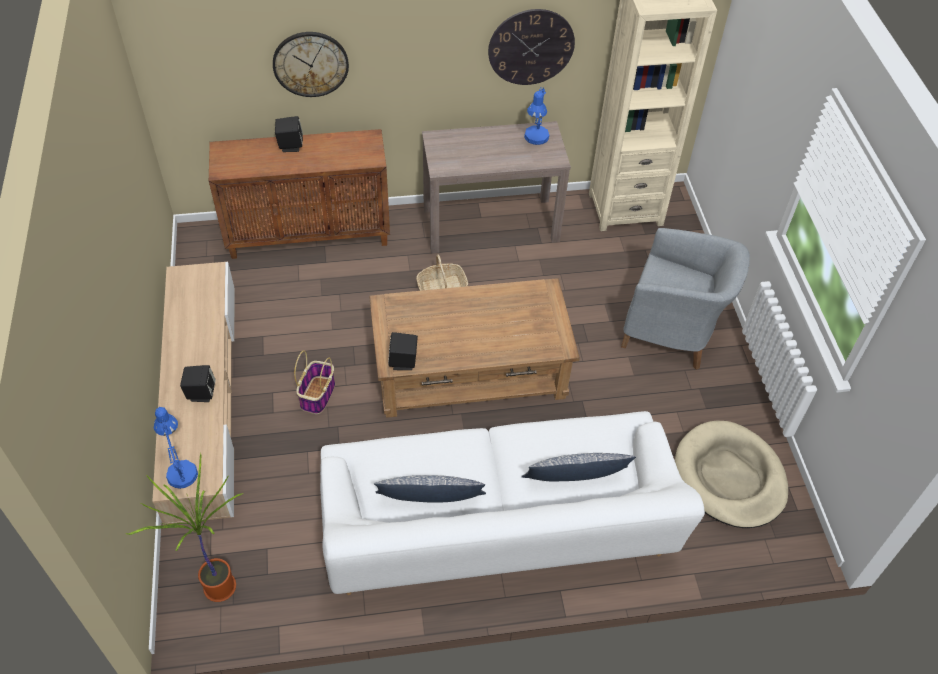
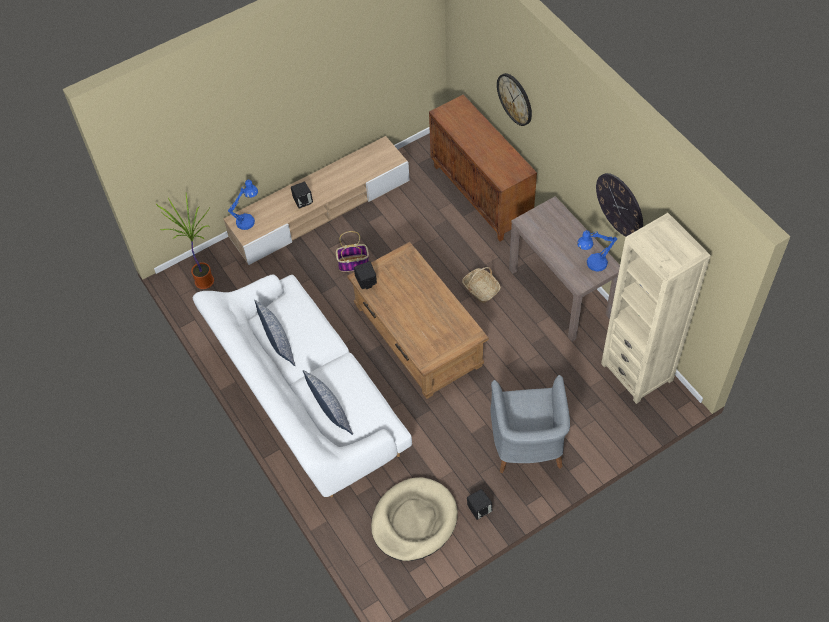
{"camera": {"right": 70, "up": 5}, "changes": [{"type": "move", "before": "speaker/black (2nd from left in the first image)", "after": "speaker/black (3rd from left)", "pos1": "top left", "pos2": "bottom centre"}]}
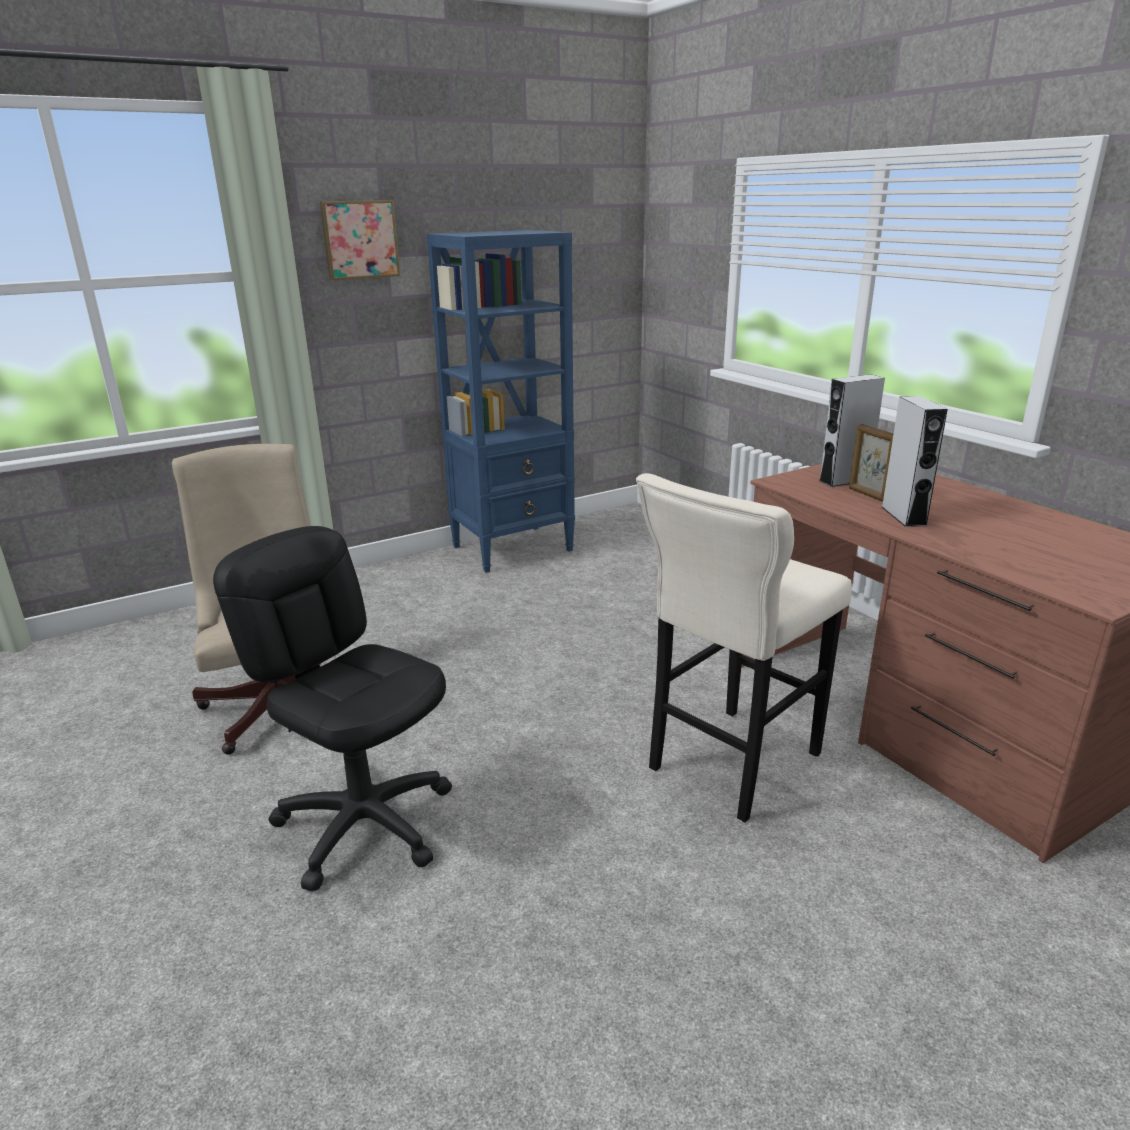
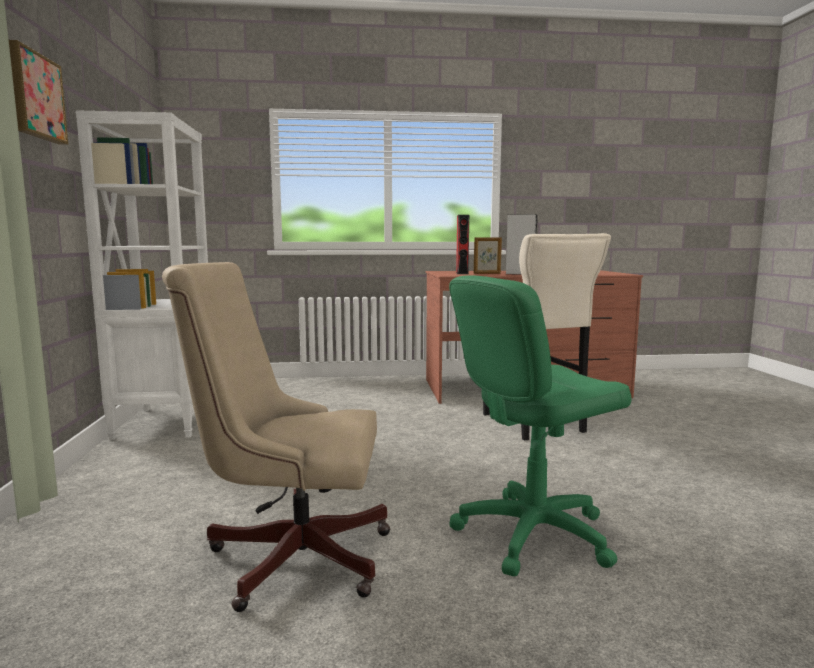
{"camera": {"right": -65, "up": -15}, "changes": [{"type": "recolor", "before": "bookcase/blue", "after": "bookcase/white", "pos1": "centre", "pos2": "middle left"}, {"type": "recolor", "before": "office chair/black", "after": "office chair/green", "pos1": "middle left", "pos2": "centre"}, {"type": "recolor", "before": "speaker/grey (1st from left)", "after": "speaker/red", "pos1": "middle right", "pos2": "centre"}]}
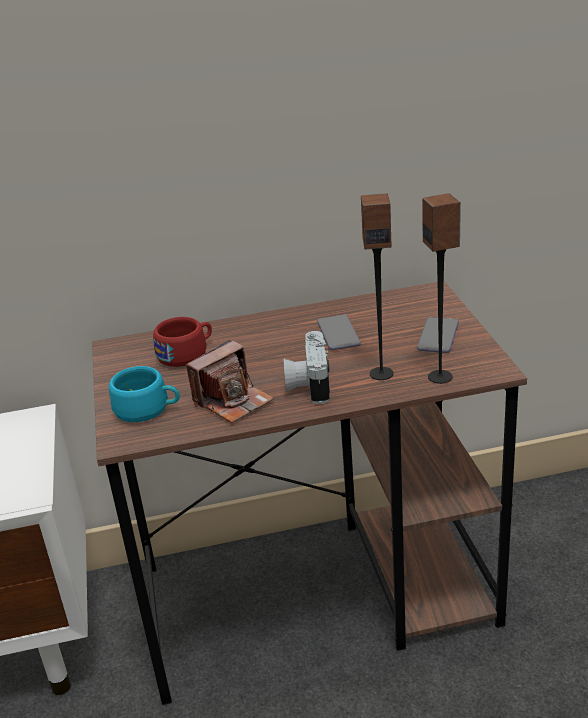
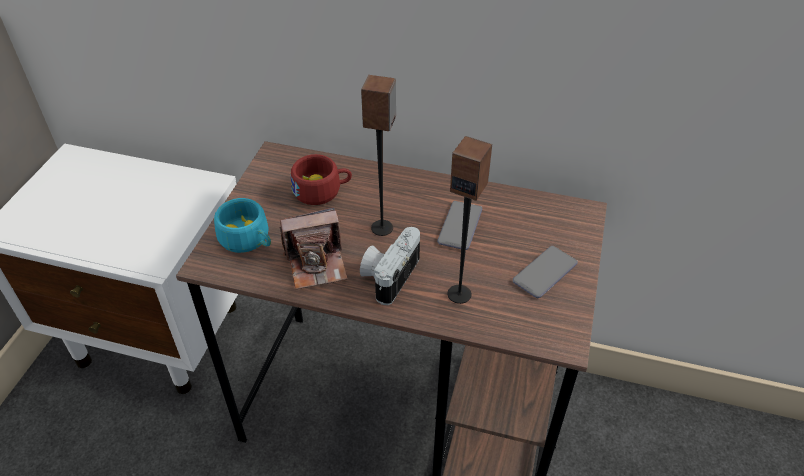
{"camera": {"right": 25, "up": 15}, "changes": [{"type": "move", "before": "speaker (2nd from left in the first image)", "after": "speaker (1st from left)", "pos1": "middle right", "pos2": "top centre"}]}
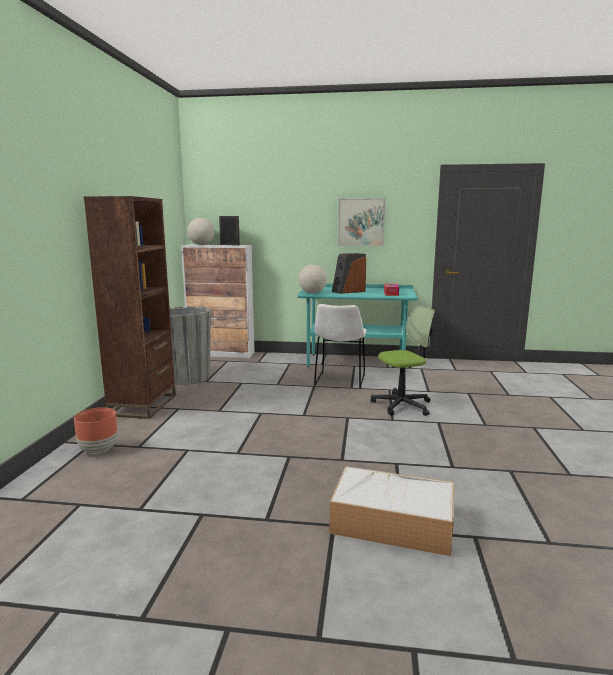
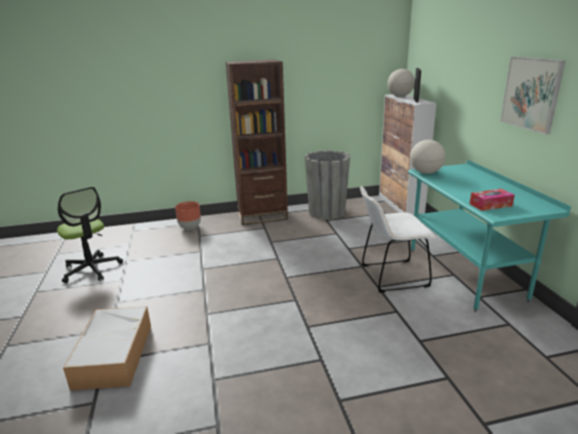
{"camera": {"right": 70, "up": 10}, "changes": [{"type": "move", "before": "office chair", "pos1": "centre", "pos2": "middle left"}, {"type": "delete", "before": "speaker", "pos1": "centre"}]}
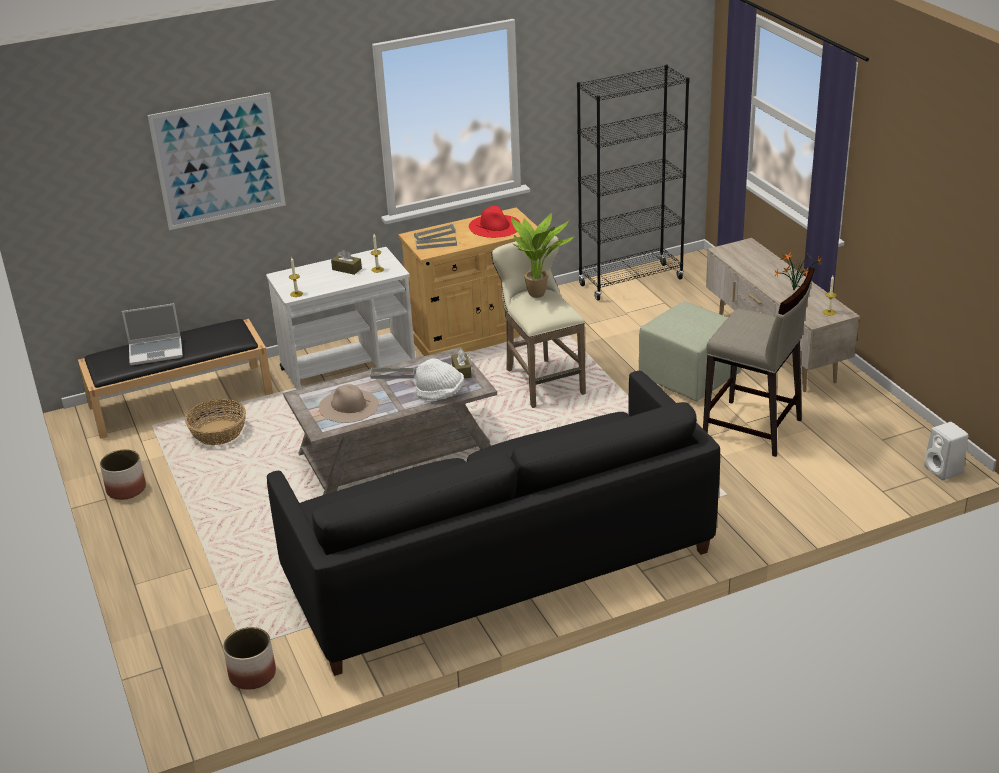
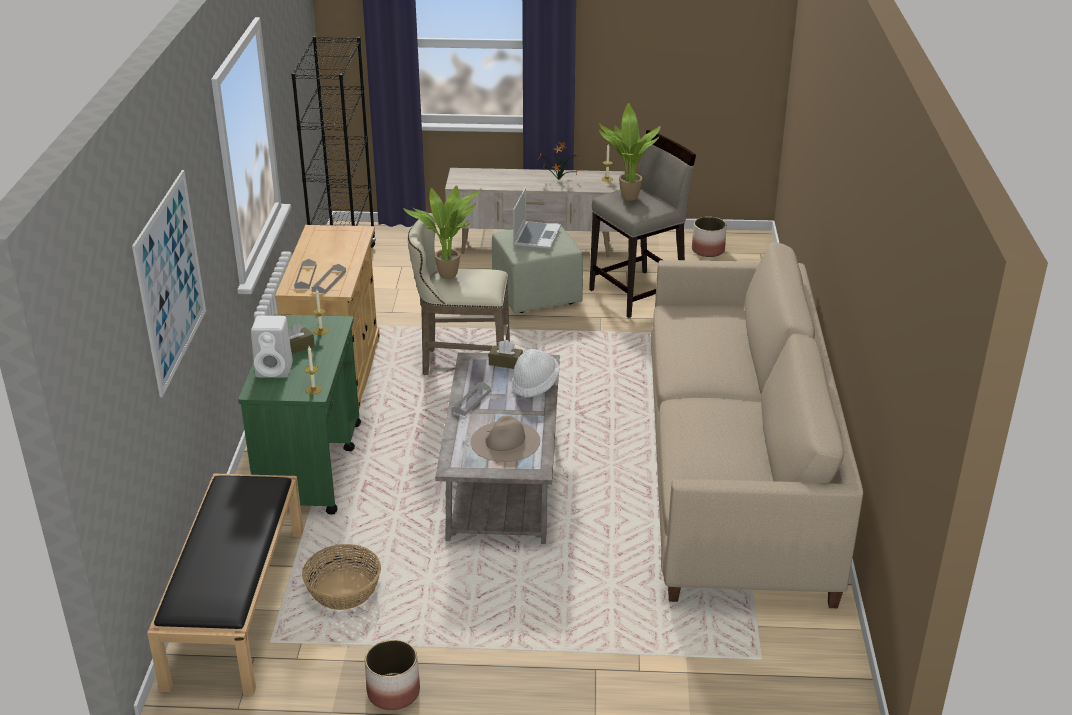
{"camera": {"right": -65, "up": 0}, "changes": [{"type": "recolor", "before": "cart/white", "after": "cart/green", "pos1": "centre", "pos2": "middle left"}, {"type": "move", "before": "speaker/white", "pos1": "middle right", "pos2": "middle left"}, {"type": "move", "before": "laptop", "pos1": "middle left", "pos2": "top centre"}, {"type": "insert", "after": "potted plant (3rd from left)", "pos2": "top centre"}, {"type": "recolor", "before": "sofa/black", "after": "sofa/beige", "pos1": "bottom centre", "pos2": "middle right"}, {"type": "move", "before": "planter (2nd from left)", "pos1": "bottom left", "pos2": "top centre"}, {"type": "delete", "before": "hat/red", "pos1": "top centre"}]}
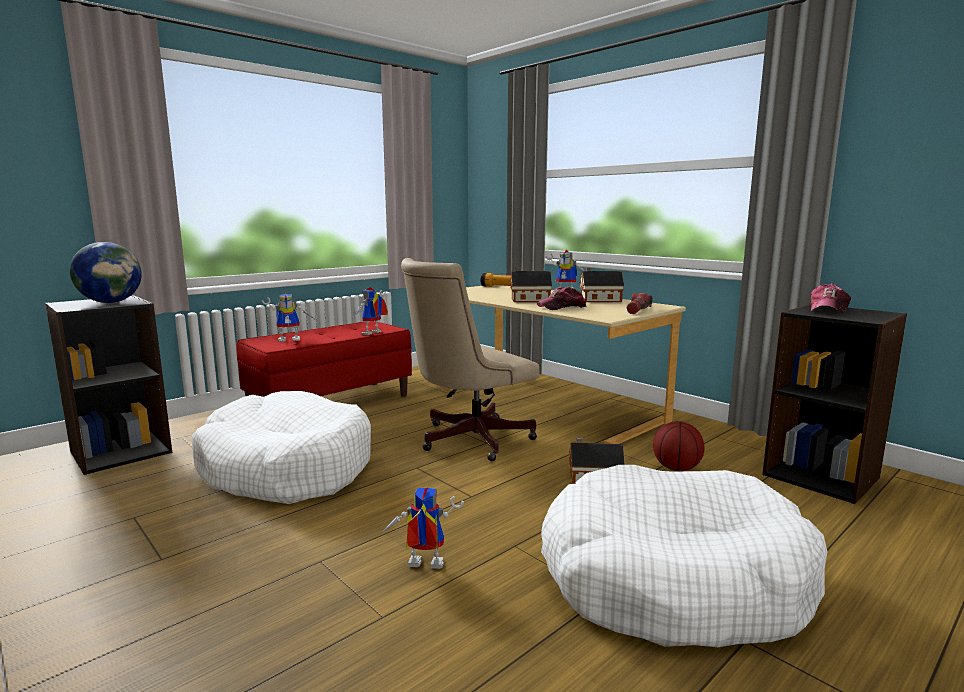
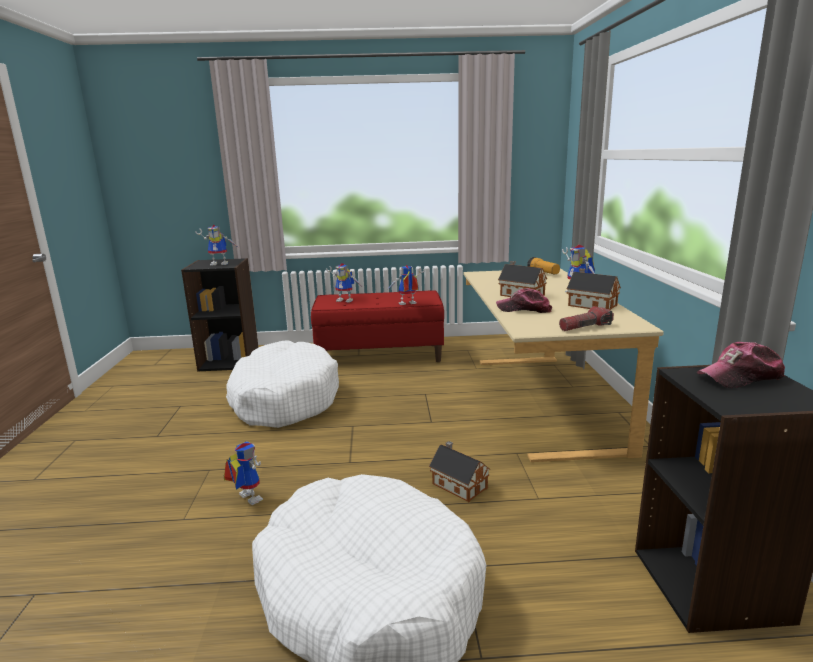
{"camera": {"right": 40, "up": 5}, "changes": [{"type": "replace", "before": "globe", "after": "toy robot (1st from left)", "pos1": "middle left", "pos2": "middle left"}, {"type": "delete", "before": "office chair/beige", "pos1": "centre"}, {"type": "delete", "before": "basketball", "pos1": "middle right"}]}
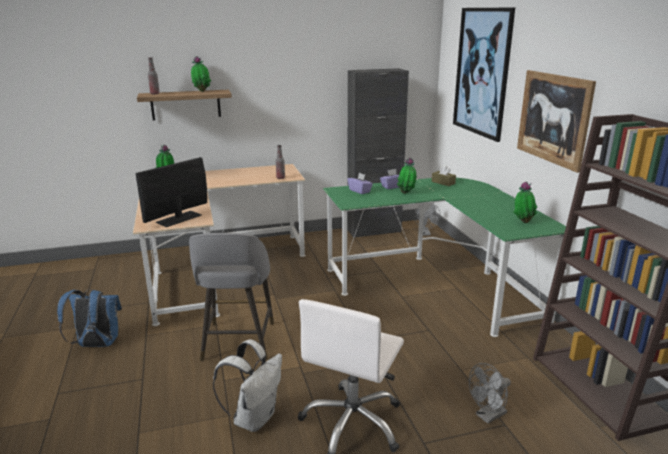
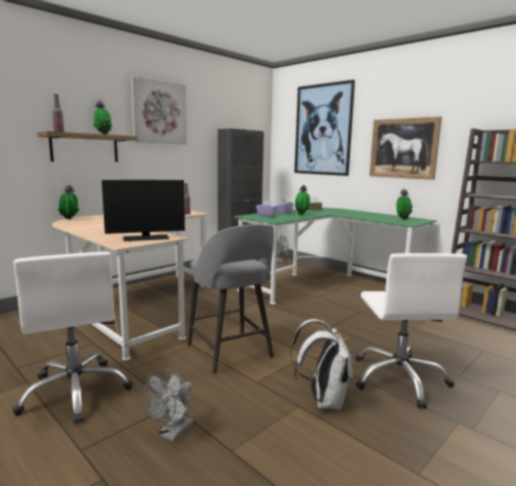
{"camera": {"right": -30, "up": -10}, "changes": [{"type": "replace", "before": "backpack/blue", "after": "office chair/white (1st from left)", "pos1": "bottom left", "pos2": "bottom left"}, {"type": "rotate", "before": "monitor", "pos1": "middle left", "pos2": "middle left", "turn": -120}, {"type": "insert", "after": "picture (1st from left)", "pos2": "top left"}, {"type": "move", "before": "fan/grey (2nd from left in the first image)", "after": "fan/grey (1st from left)", "pos1": "bottom right", "pos2": "bottom left"}]}
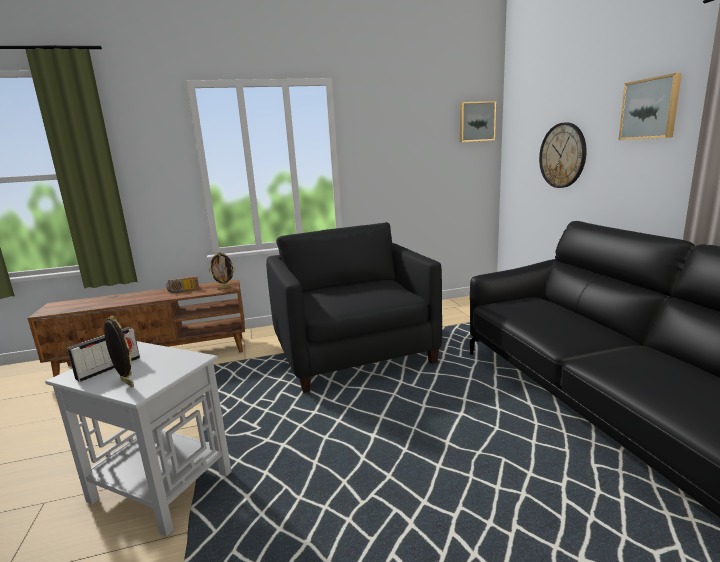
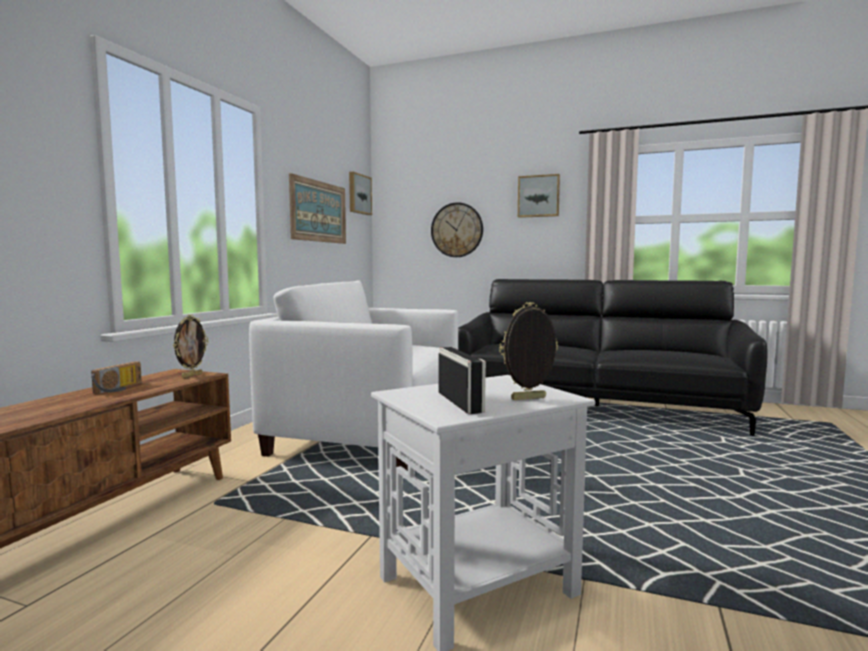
{"camera": {"right": -55, "up": -10}, "changes": [{"type": "recolor", "before": "armchair/black", "after": "armchair/white", "pos1": "centre", "pos2": "centre"}, {"type": "insert", "after": "picture (1st from left)", "pos2": "top centre"}]}
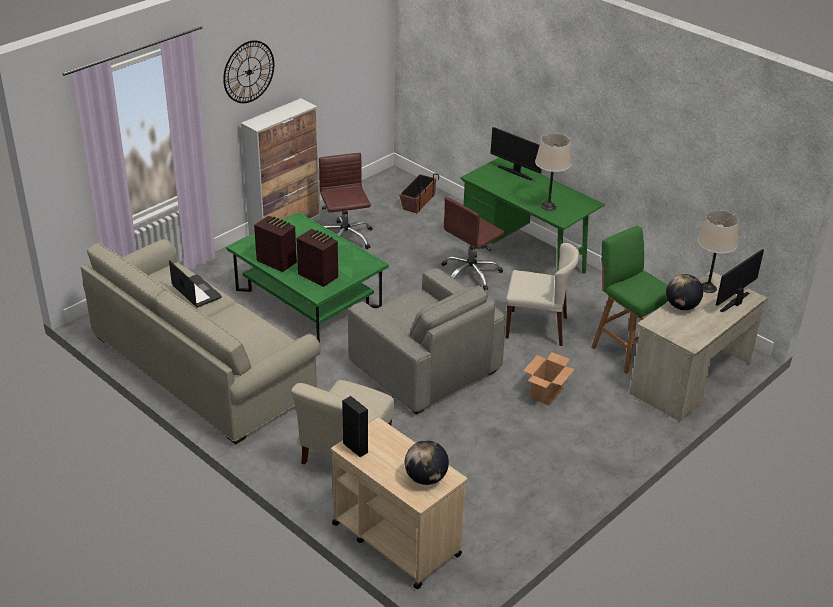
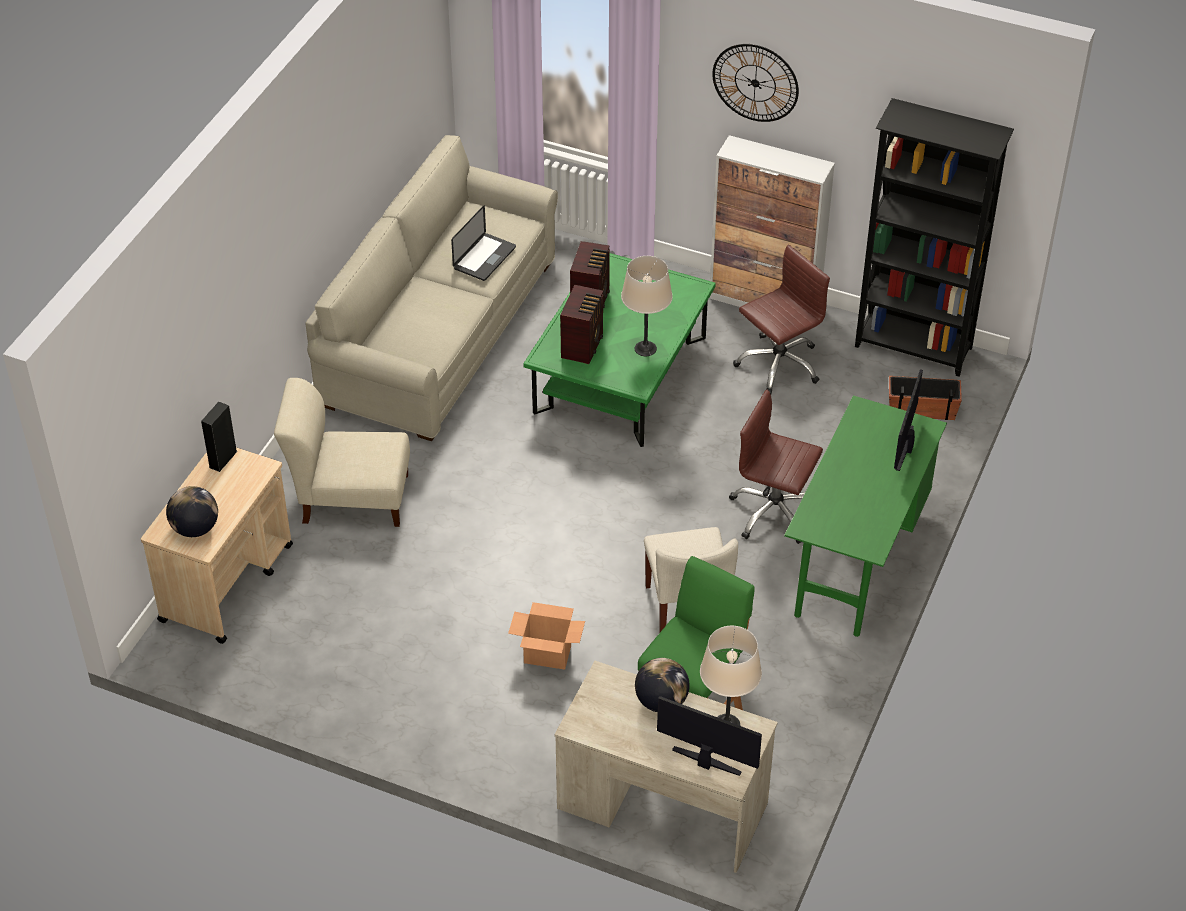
{"camera": {"right": 70, "up": 10}, "changes": [{"type": "move", "before": "table lamp/beige (1st from left)", "pos1": "top centre", "pos2": "centre"}, {"type": "insert", "after": "bookcase/black", "pos2": "top right"}, {"type": "delete", "before": "armchair/grey", "pos1": "centre"}]}
